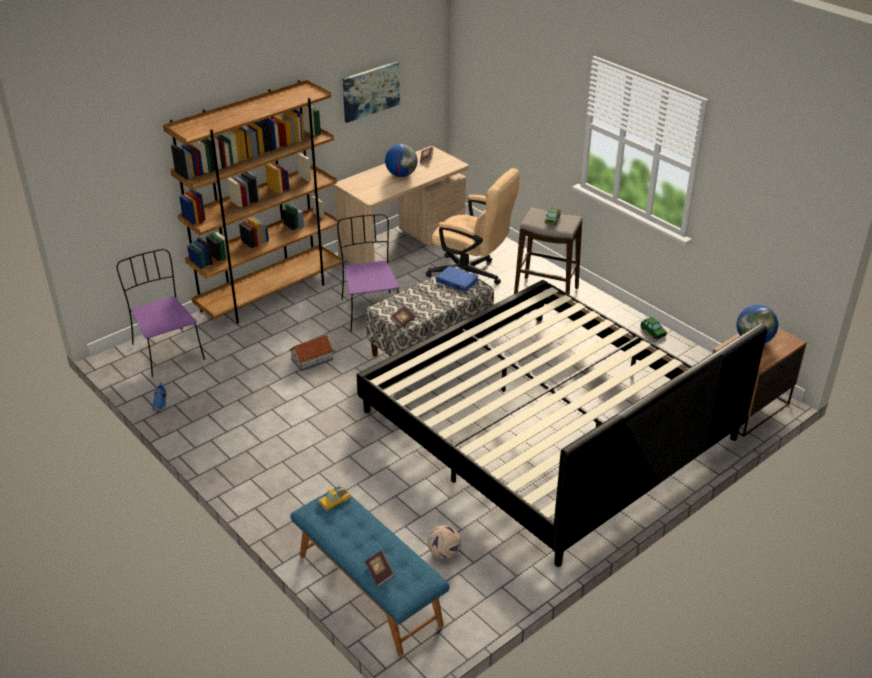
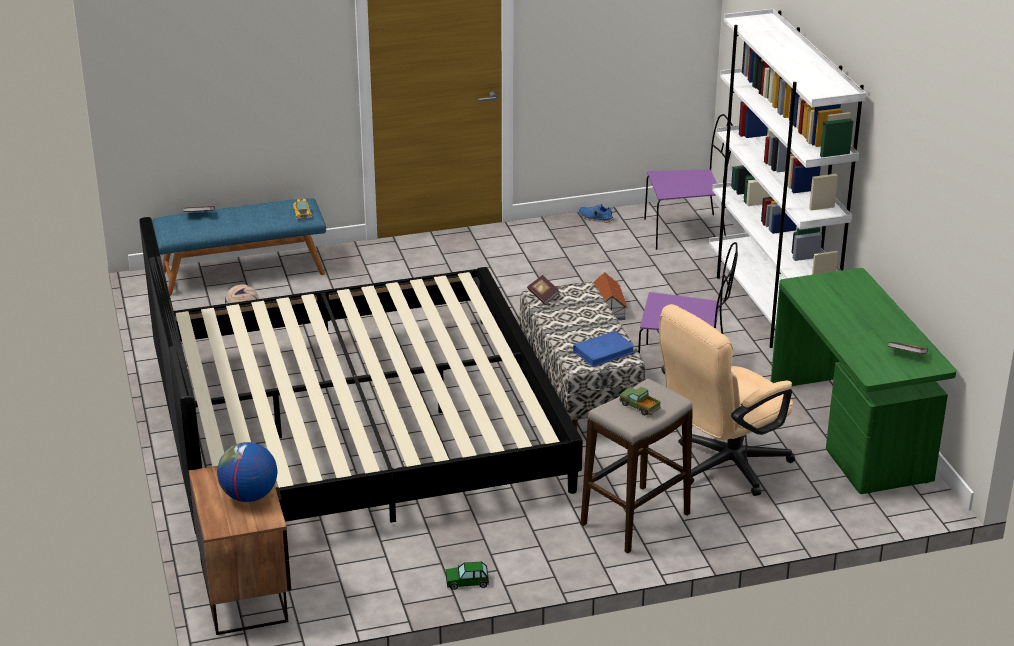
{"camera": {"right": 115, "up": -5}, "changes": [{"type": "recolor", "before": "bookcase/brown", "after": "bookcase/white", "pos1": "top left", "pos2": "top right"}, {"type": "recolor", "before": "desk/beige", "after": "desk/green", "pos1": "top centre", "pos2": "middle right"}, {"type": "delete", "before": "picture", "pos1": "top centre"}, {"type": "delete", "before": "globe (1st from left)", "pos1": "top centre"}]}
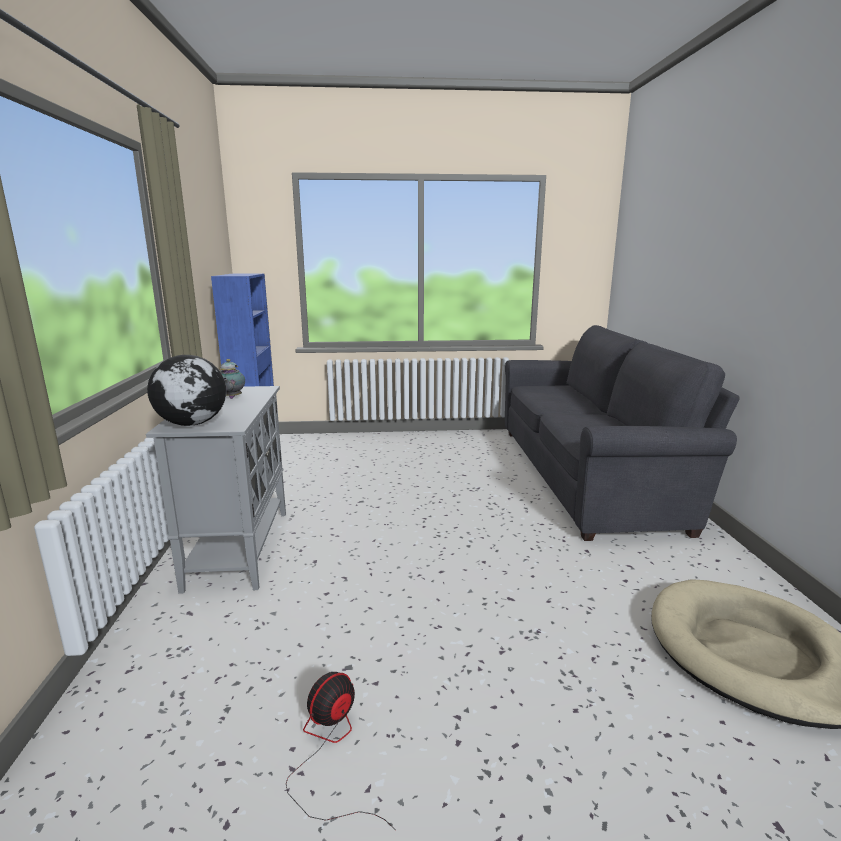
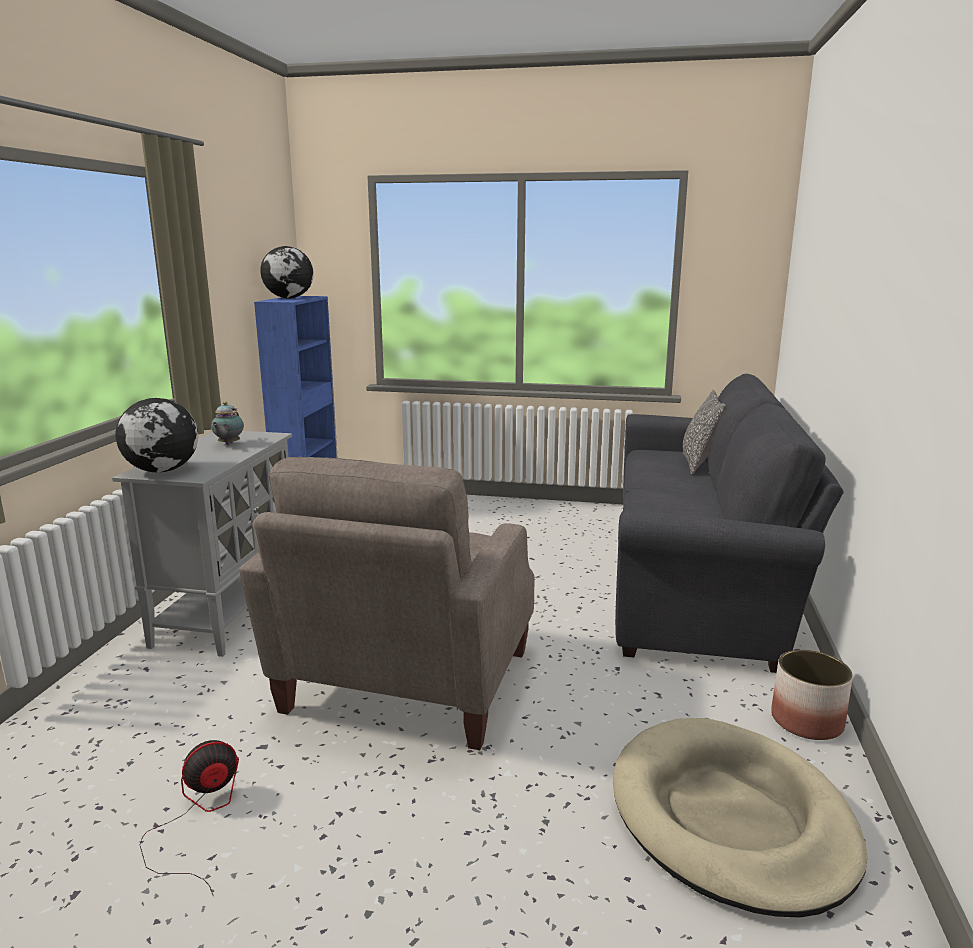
{"camera": {"right": 15, "up": 0}, "changes": [{"type": "insert", "after": "armchair/beige", "pos2": "centre"}, {"type": "insert", "after": "globe (2nd from left)", "pos2": "top left"}, {"type": "insert", "after": "pillow", "pos2": "middle right"}, {"type": "insert", "after": "planter", "pos2": "bottom right"}]}
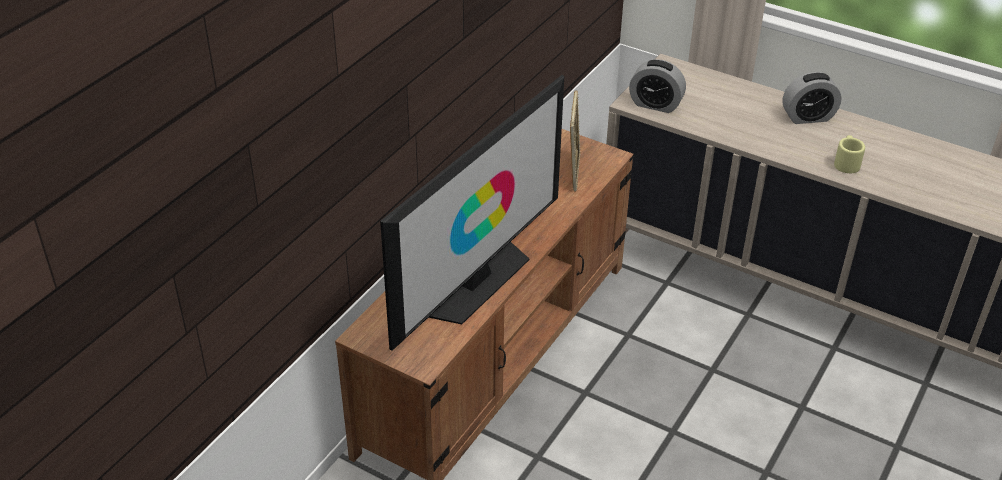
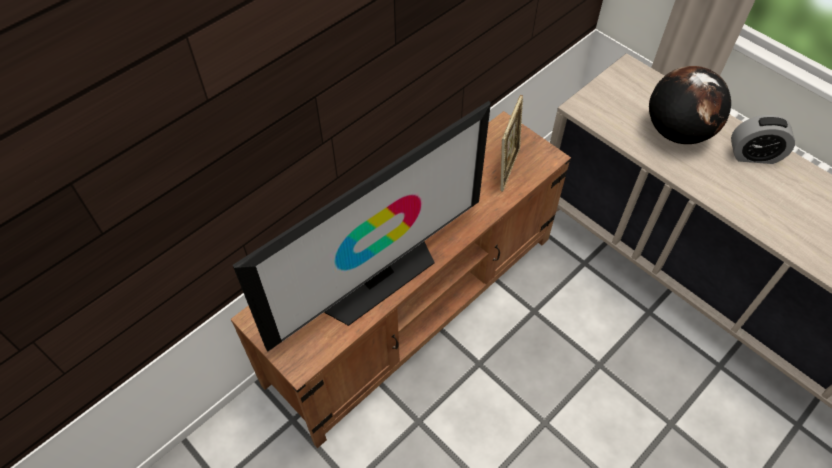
{"camera": {"right": 15, "up": 15}, "changes": [{"type": "insert", "after": "globe", "pos2": "top right"}, {"type": "delete", "before": "alarm clock (1st from left)", "pos1": "top centre"}, {"type": "delete", "before": "mug/beige", "pos1": "top right"}]}
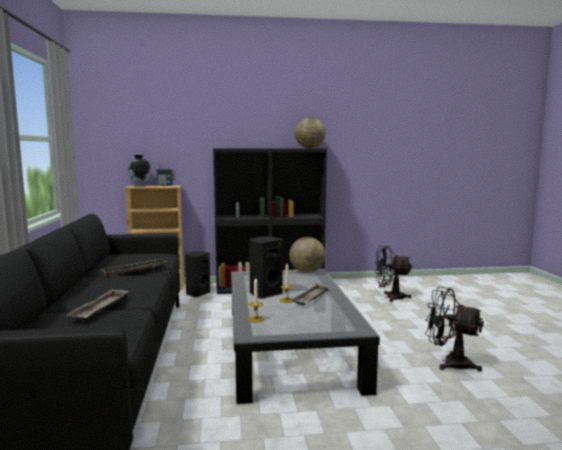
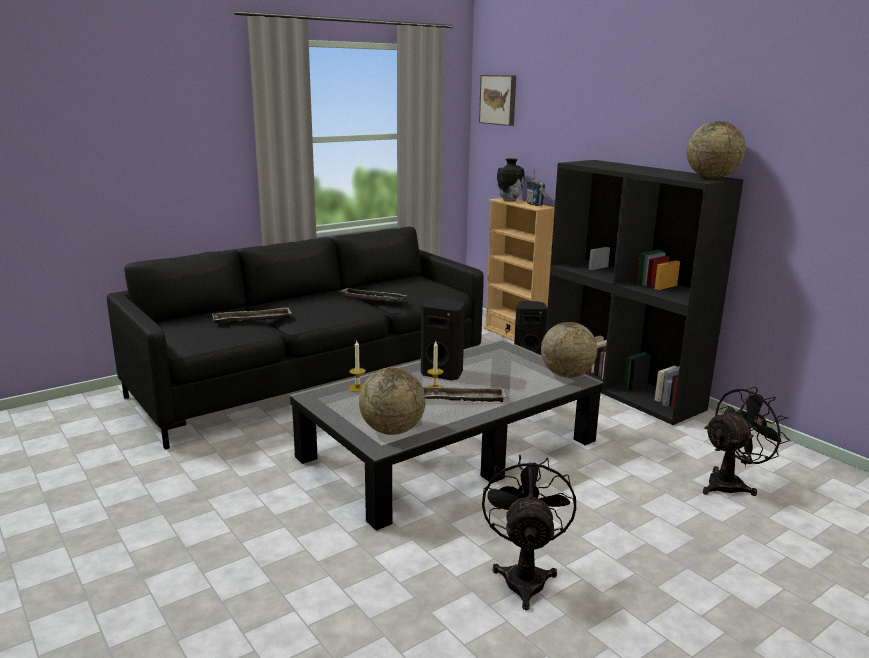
{"camera": {"right": 60, "up": 10}, "changes": [{"type": "insert", "after": "globe (1st from left)", "pos2": "centre"}, {"type": "insert", "after": "picture", "pos2": "top centre"}, {"type": "rotate", "before": "fan/black (1st from left in the first image)", "pos1": "middle right", "pos2": "bottom right", "turn": 90}]}
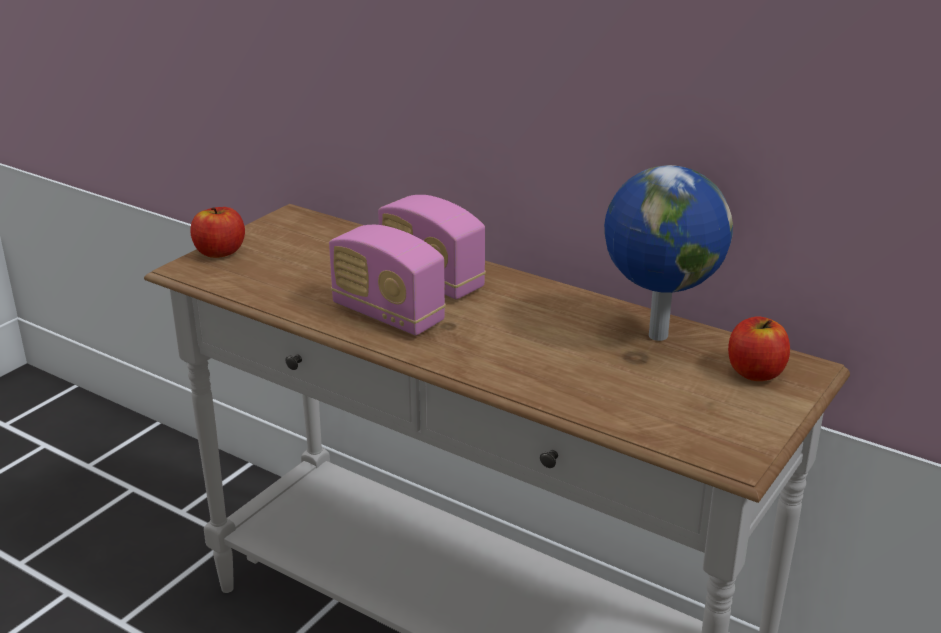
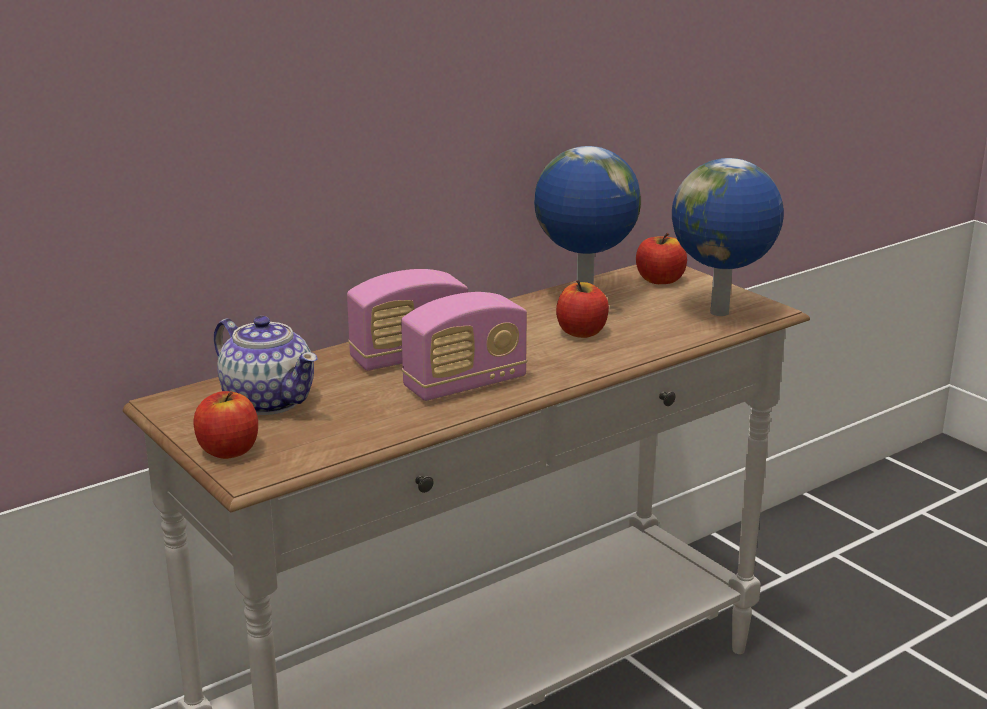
{"camera": {"right": -70, "up": -5}, "changes": [{"type": "insert", "after": "teapot", "pos2": "middle left"}, {"type": "insert", "after": "apple (2nd from left)", "pos2": "centre"}, {"type": "insert", "after": "globe (2nd from left)", "pos2": "middle right"}]}
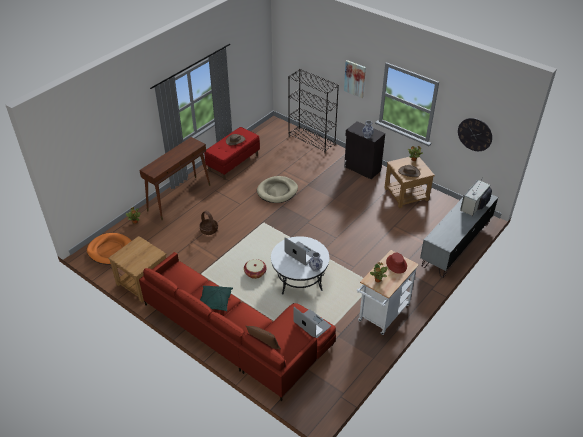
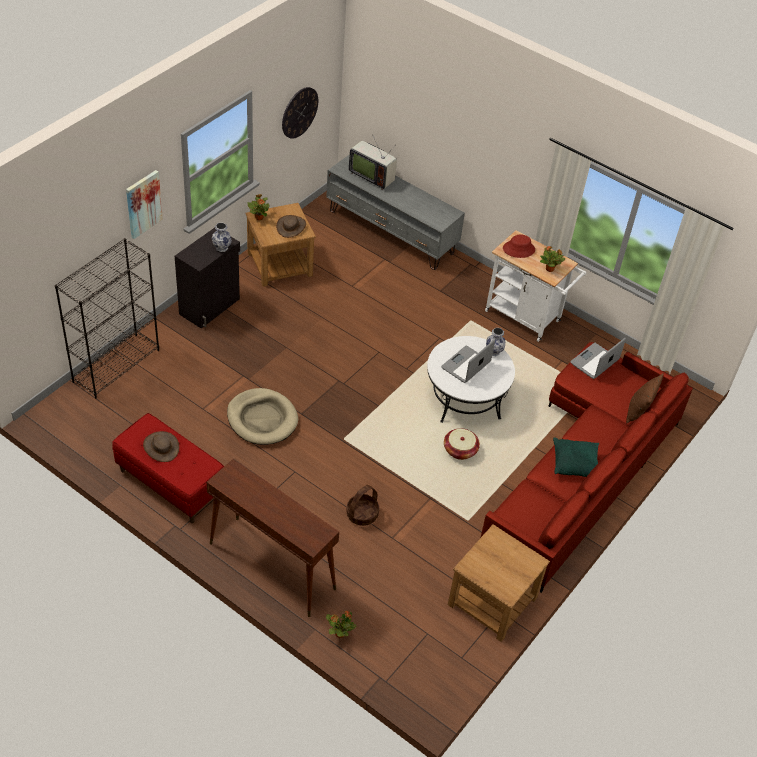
{"camera": {"right": -95, "up": 5}, "changes": [{"type": "delete", "before": "dog bed/orange", "pos1": "middle left"}]}
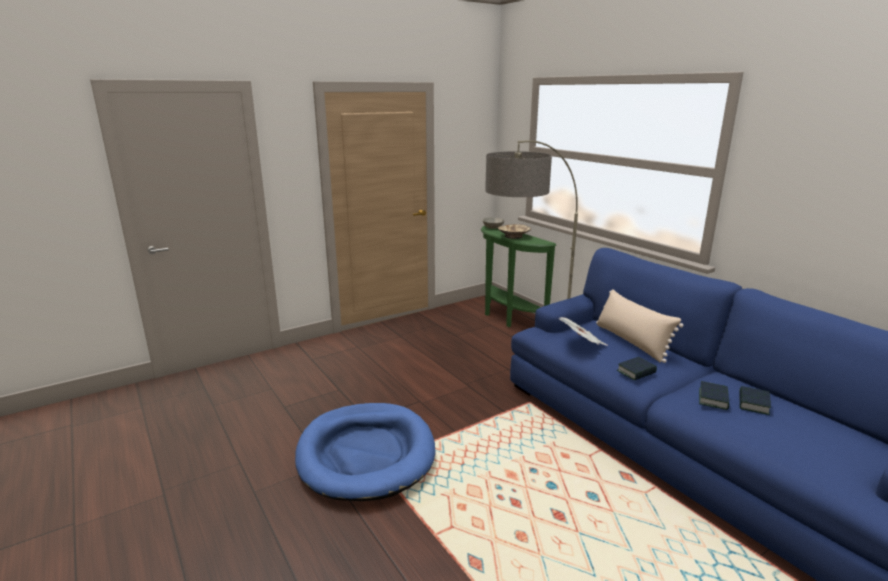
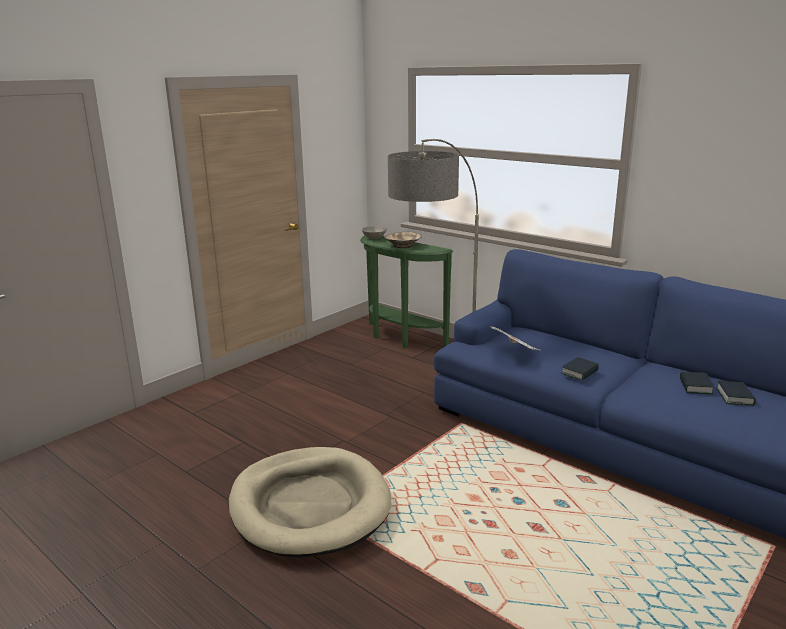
{"camera": {"right": -15, "up": 0}, "changes": [{"type": "recolor", "before": "dog bed/blue", "after": "dog bed/beige", "pos1": "bottom centre", "pos2": "bottom centre"}, {"type": "move", "before": "book (2nd from left in the first image)", "after": "book (3rd from left)", "pos1": "bottom right", "pos2": "middle right"}, {"type": "delete", "before": "pillow/beige", "pos1": "middle right"}]}
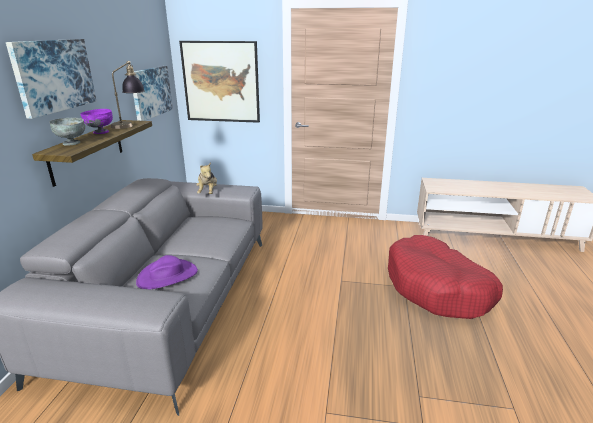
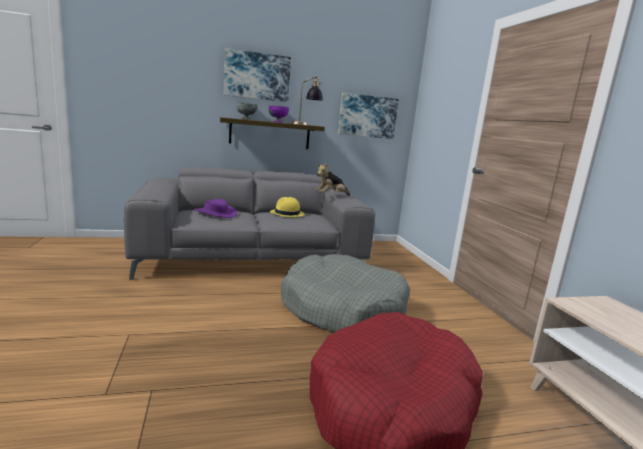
{"camera": {"right": 65, "up": -10}, "changes": [{"type": "insert", "after": "hat/yellow", "pos2": "centre"}, {"type": "insert", "after": "dog bed/grey", "pos2": "centre"}, {"type": "delete", "before": "picture (3rd from left)", "pos1": "top centre"}]}
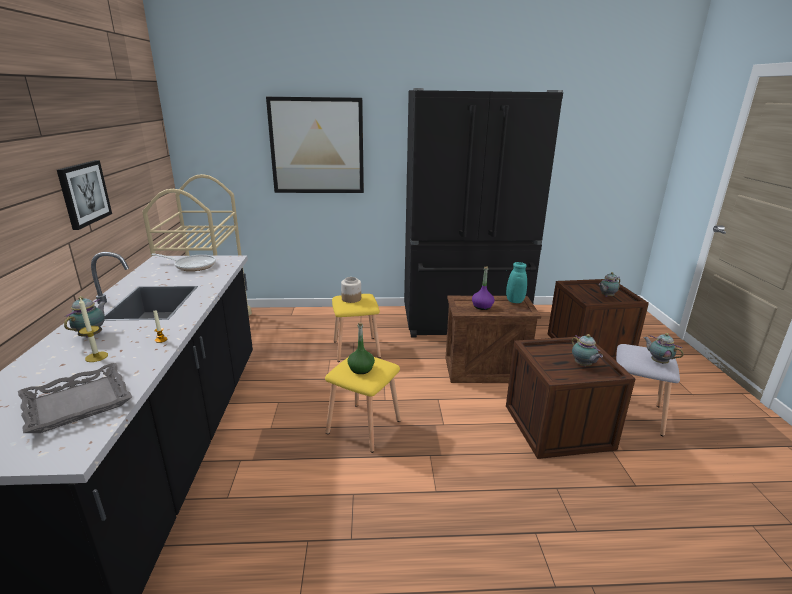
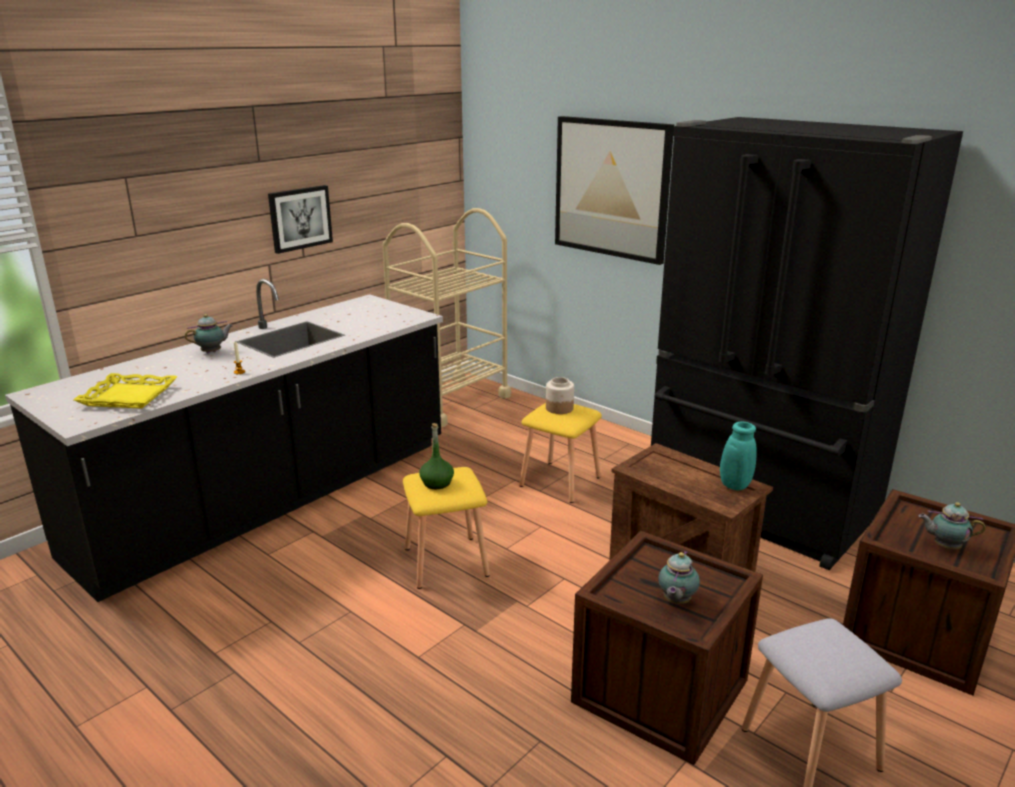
{"camera": {"right": 45, "up": 0}, "changes": [{"type": "recolor", "before": "tray/grey", "after": "tray/yellow", "pos1": "bottom left", "pos2": "middle left"}, {"type": "delete", "before": "candle (1st from left)", "pos1": "middle left"}, {"type": "delete", "before": "frying pan", "pos1": "middle left"}, {"type": "delete", "before": "bottle/purple", "pos1": "centre"}, {"type": "delete", "before": "teapot (4th from left)", "pos1": "middle right"}]}
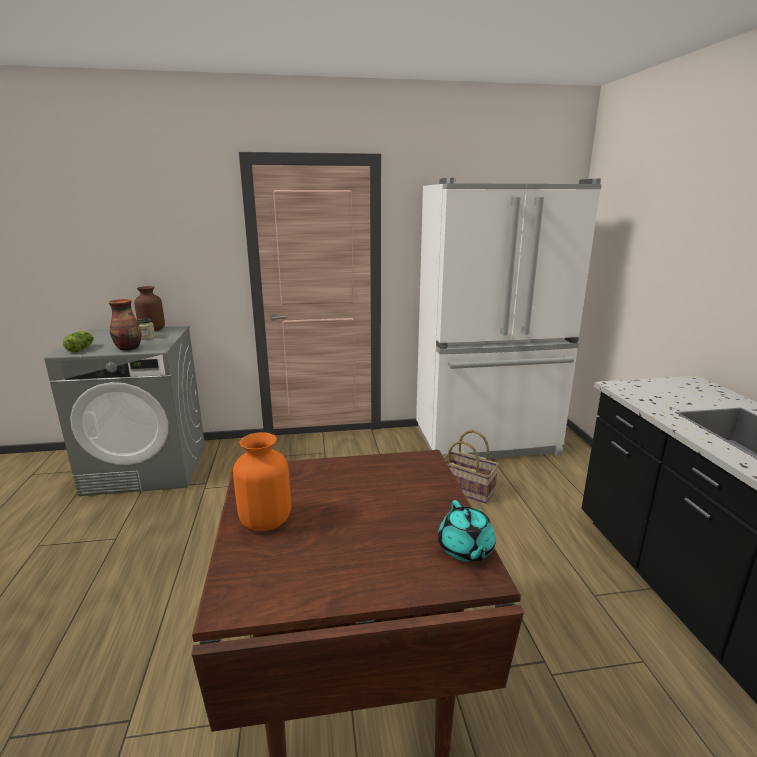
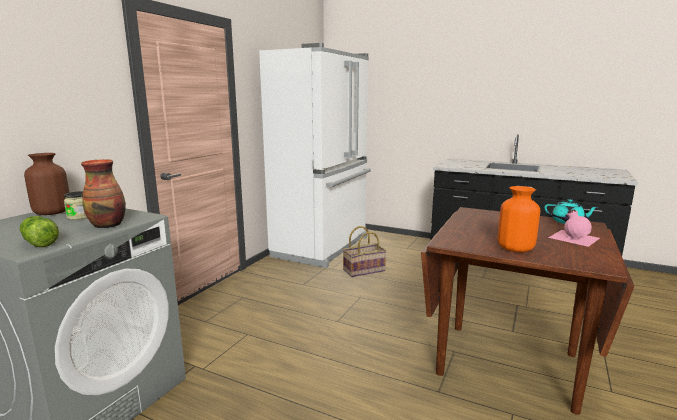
{"camera": {"right": -55, "up": -5}, "changes": [{"type": "insert", "after": "bottle/pink", "pos2": "middle right"}]}
